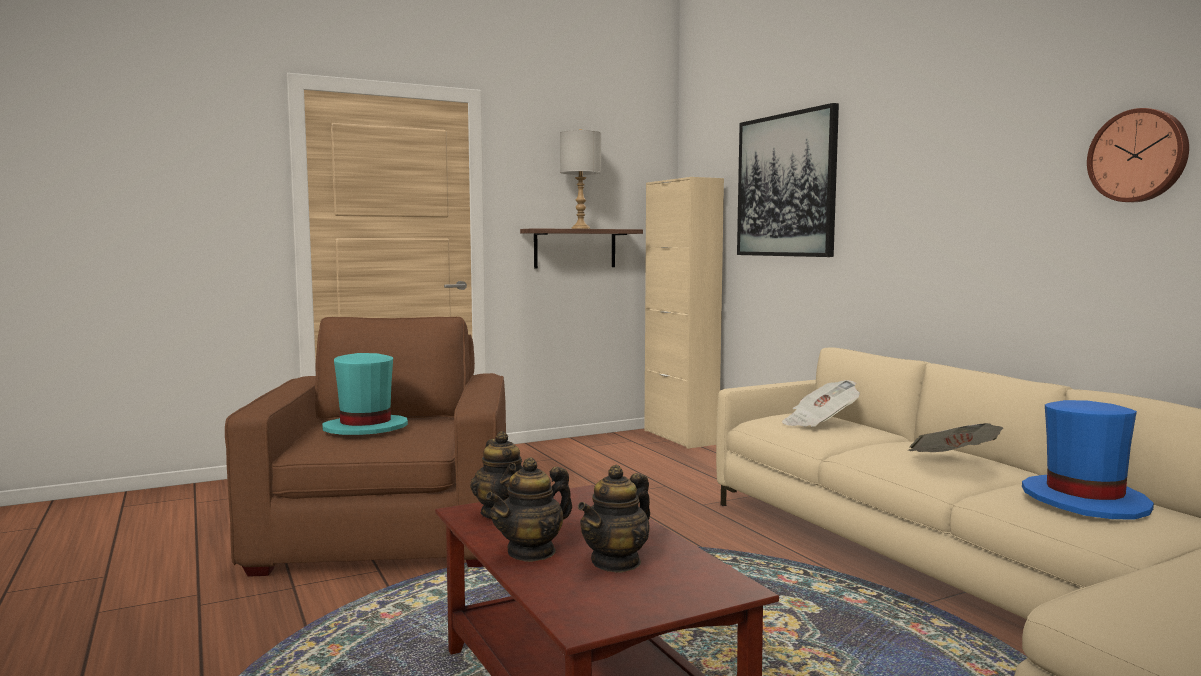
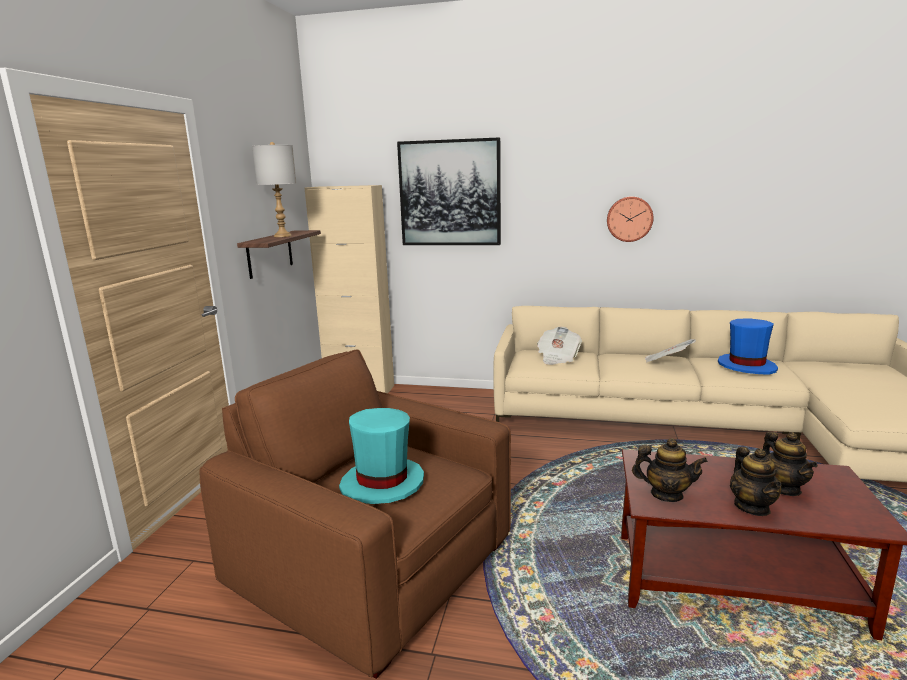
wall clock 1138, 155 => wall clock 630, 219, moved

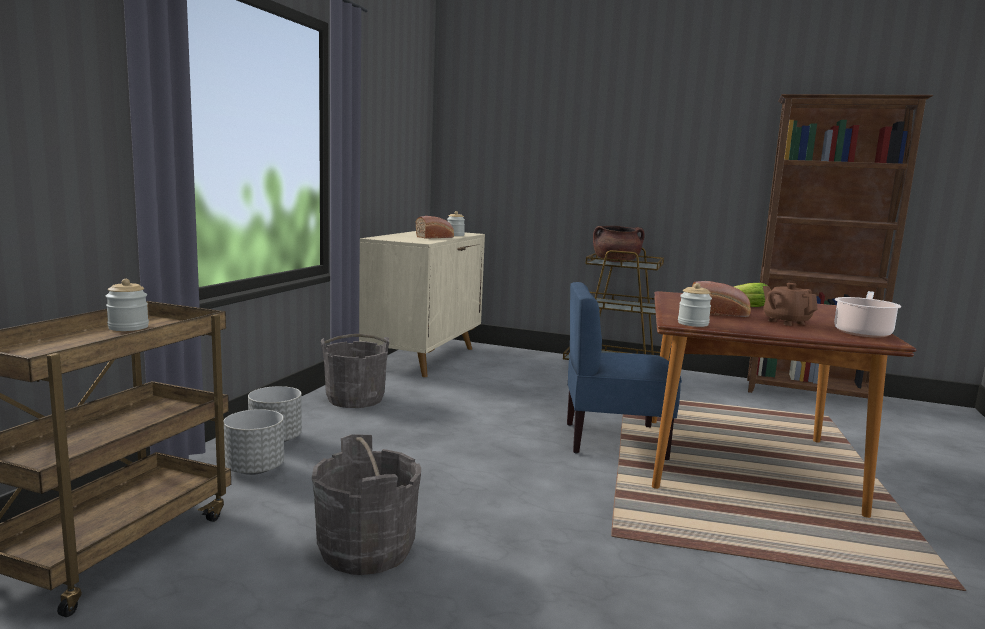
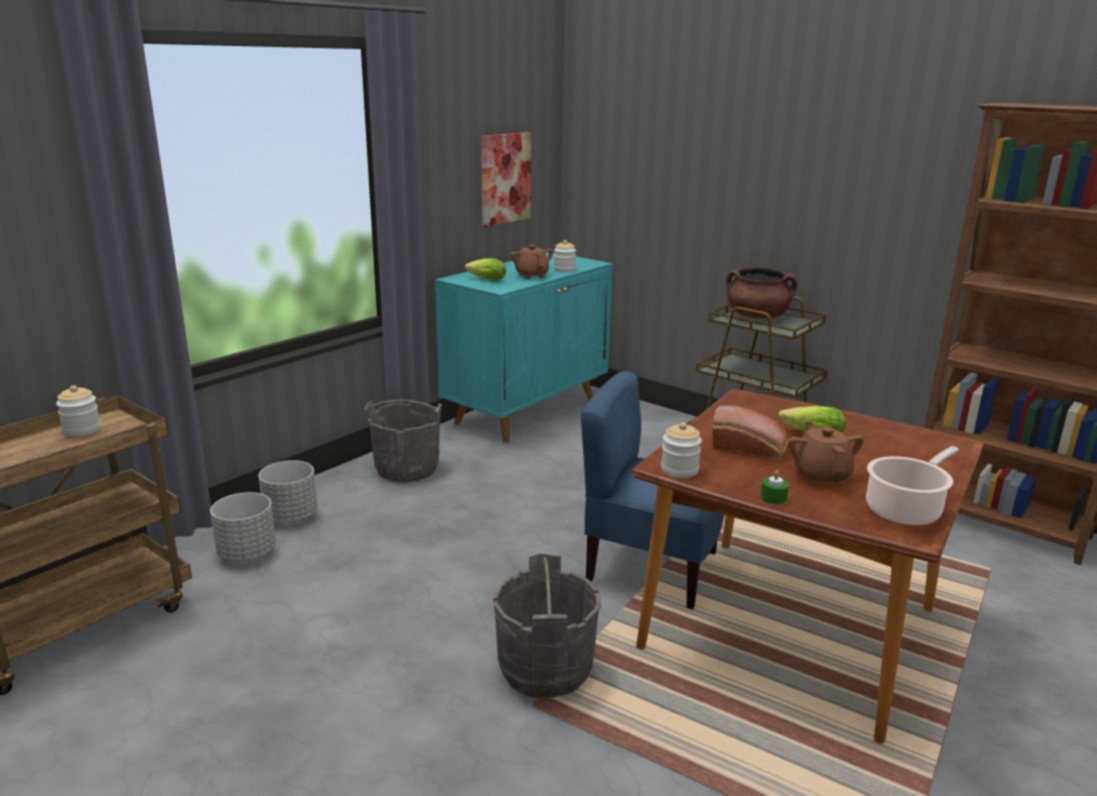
beige cabinet 422, 304 => turquoise cabinet 524, 347
nothing => lettuce 485, 269
nothing => picture 506, 179
grey bucket 366, 504 => grey bucket 547, 625, moved
bread 435, 227 => brown teapot 531, 262
nothing => green candle 774, 487

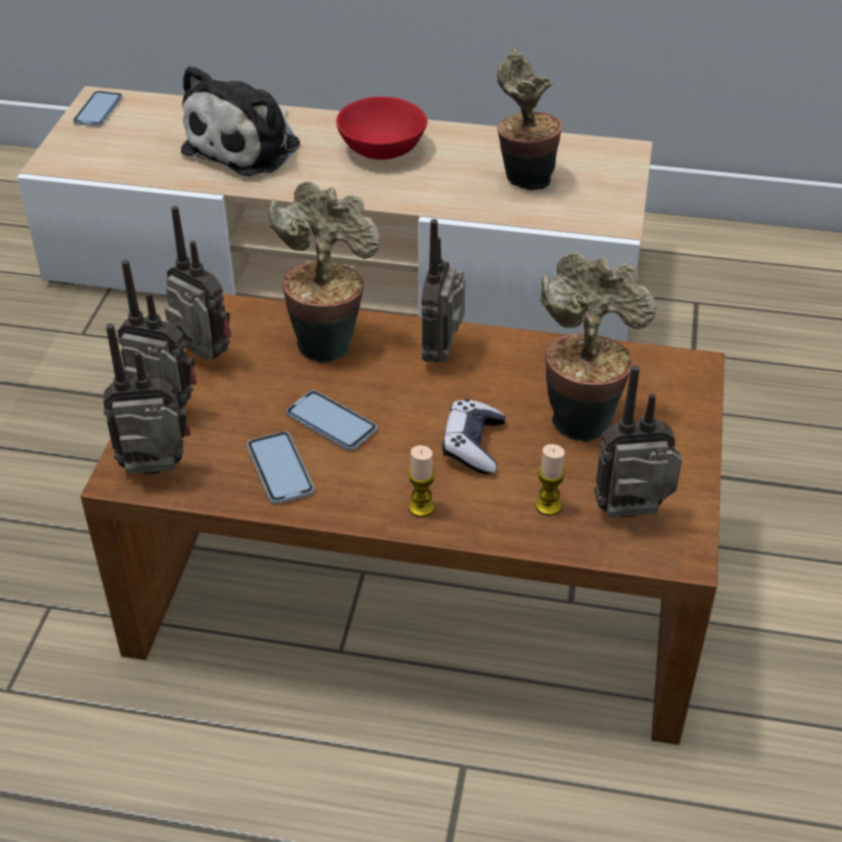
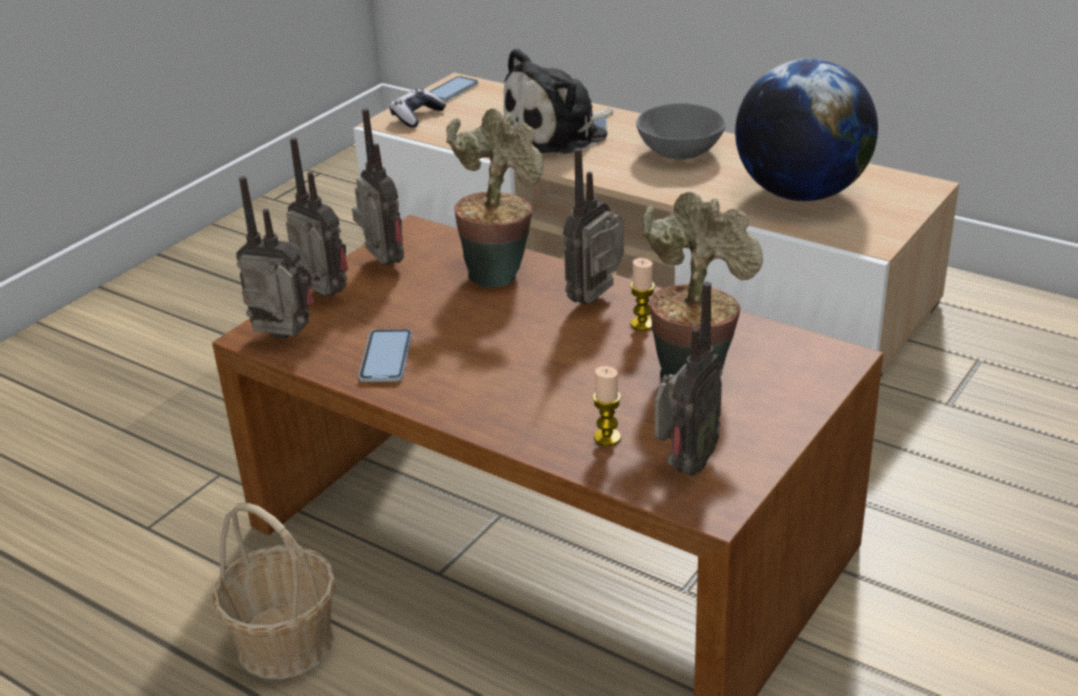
nothing => basket 274, 591
game controller 473, 436 => game controller 418, 108, moved
candle 421, 481 => candle 642, 294, moved
red bowl 382, 128 => grey bowl 681, 131
radio 638, 441 => radio 688, 379, 105 degrees clockwise
potted plant 529, 120 => globe 806, 130
phone 331, 420 => nothing

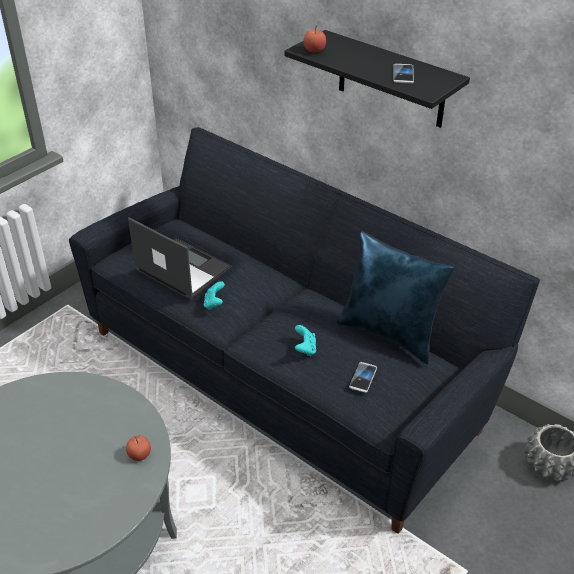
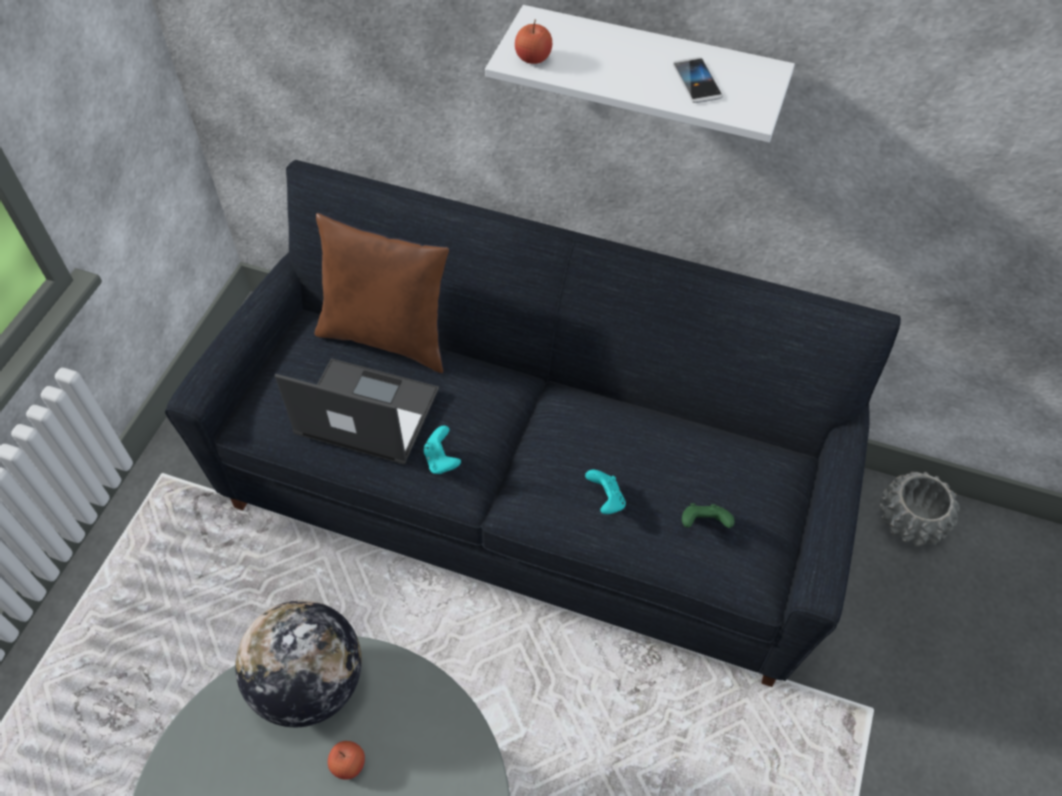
nothing => globe 298, 663
nothing => brown pillow 382, 293
apple 138, 448 => apple 346, 760, moved
black shelf 377, 79 => white shelf 640, 73
phone 363, 377 => green game controller 708, 515
blue pillow 395, 297 => nothing

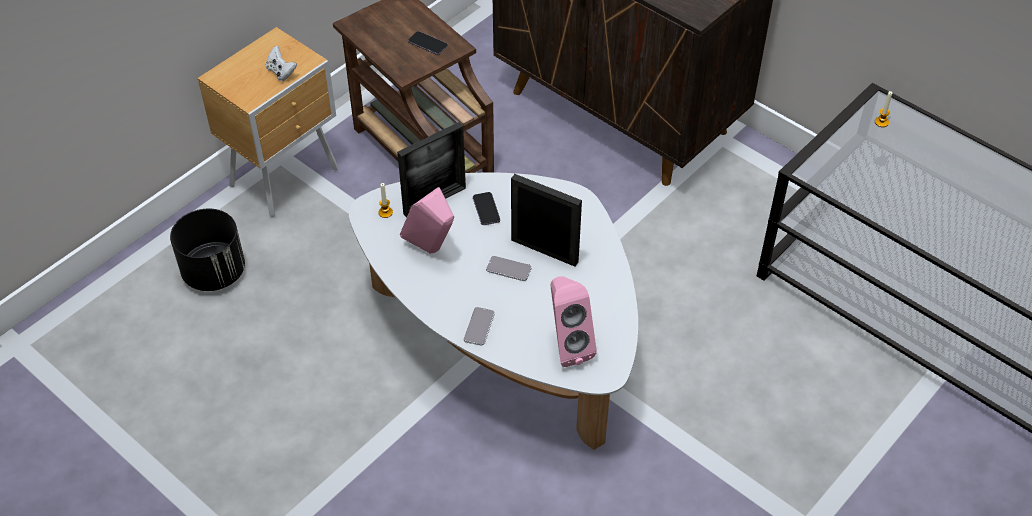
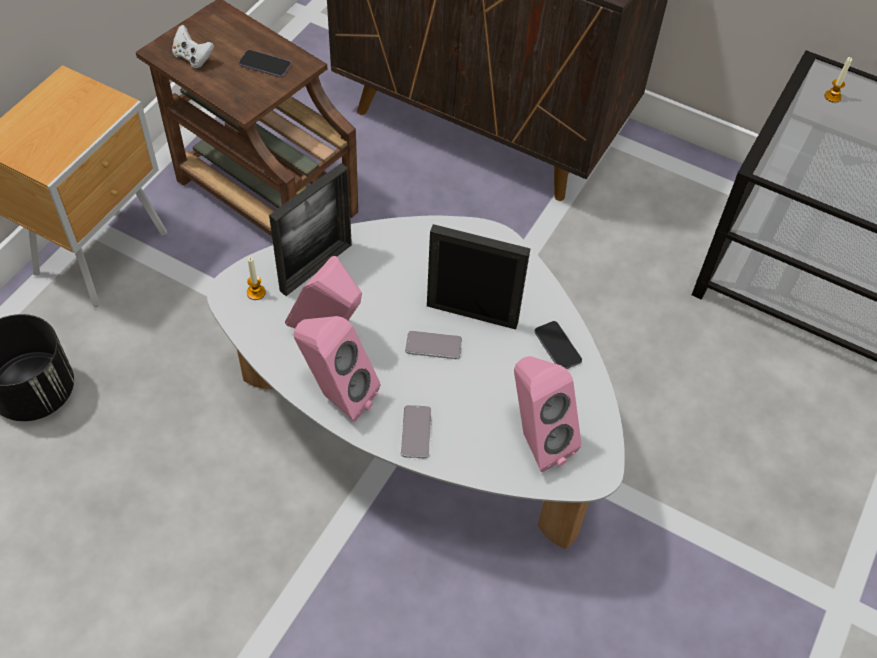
white game controller 281, 63 => white game controller 193, 46, moved
nothing => pink speaker 337, 369
phone 486, 208 => phone 558, 345, moved

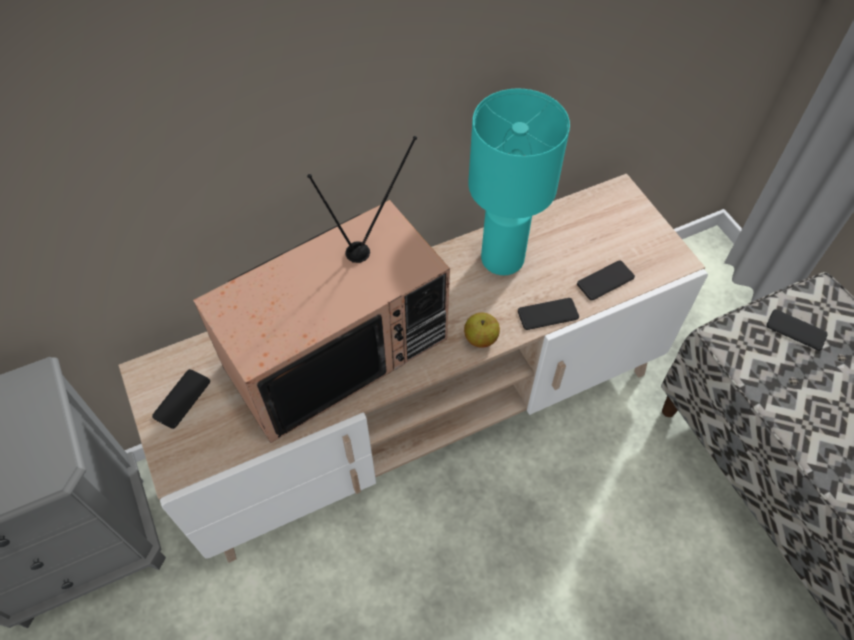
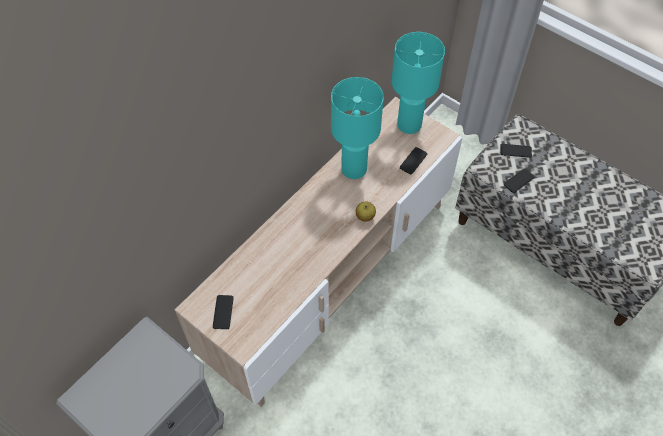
nothing => turquoise table lamp 418, 83
phone 548, 314 => phone 519, 180, moved
television 321, 289 => nothing

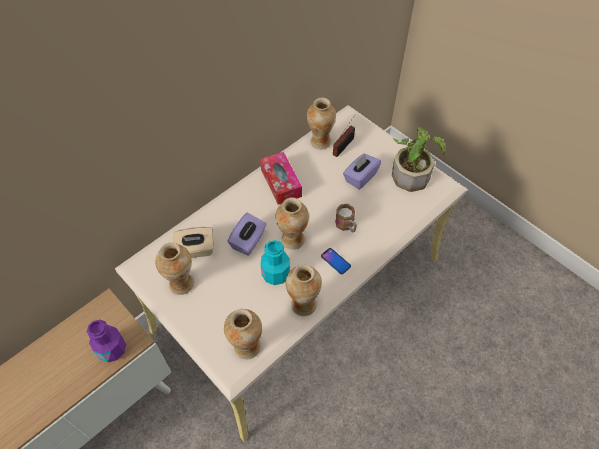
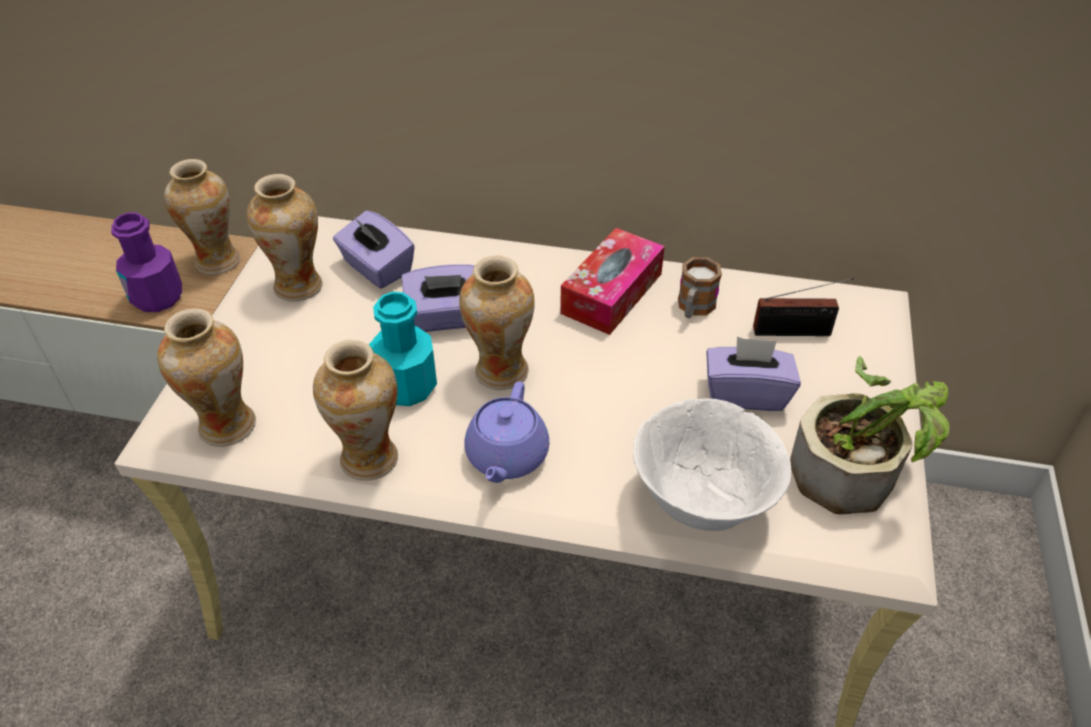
vase 321, 124 => vase 202, 217, moved
beige tissue box 193, 242 => purple tissue box 374, 249
phone 336, 261 => purple teapot 506, 432
nothing => white bowl 712, 464
mug 346, 218 => mug 700, 287, moved

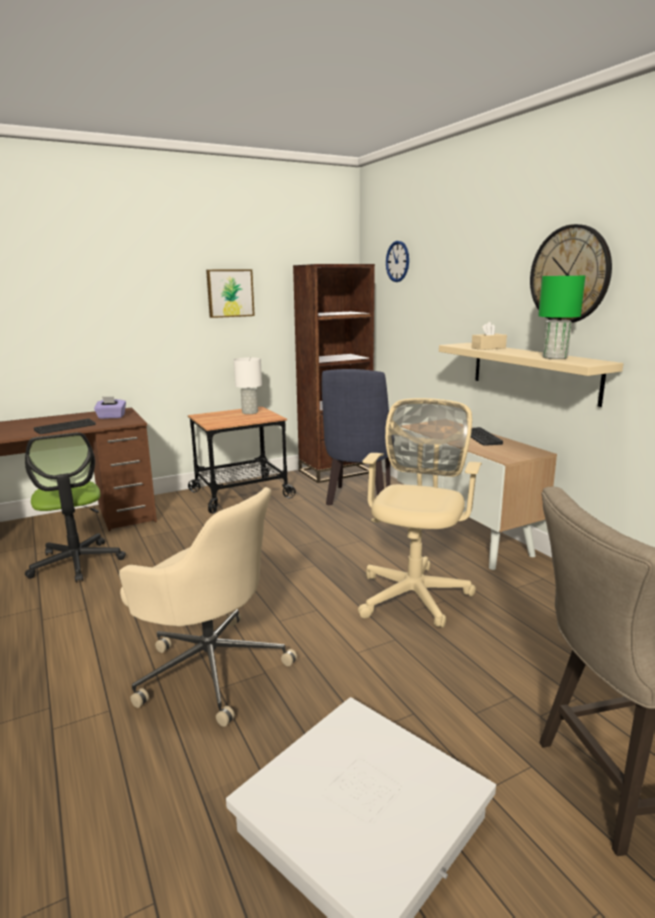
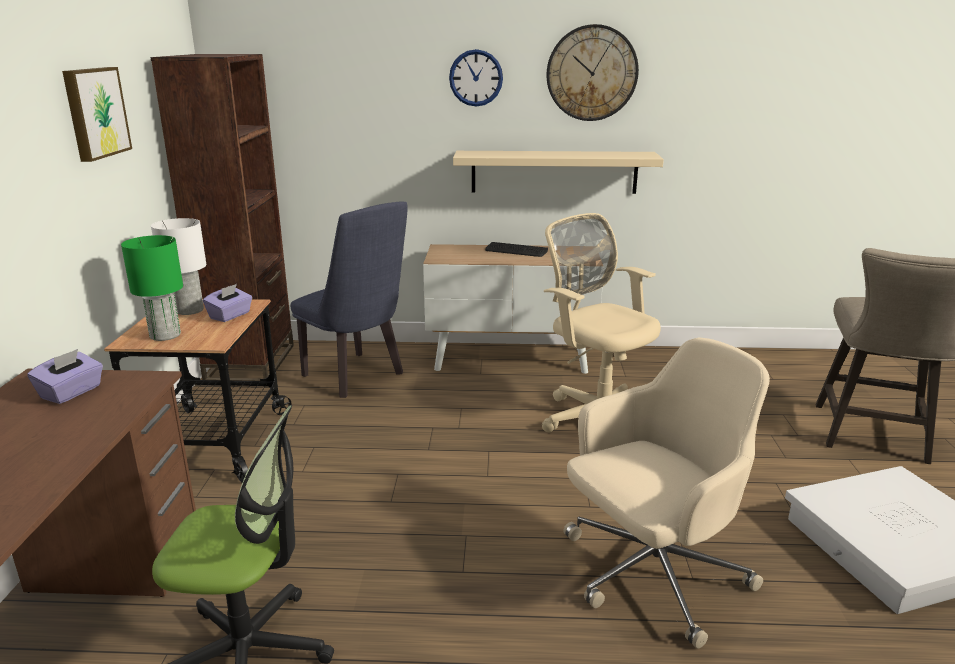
green table lamp 561, 317 => green table lamp 152, 288, moved
nothing => purple tissue box 227, 303
wall clock 397, 261 => wall clock 476, 78, moved
keyboard 65, 426 => nothing
beige tissue box 489, 336 => nothing

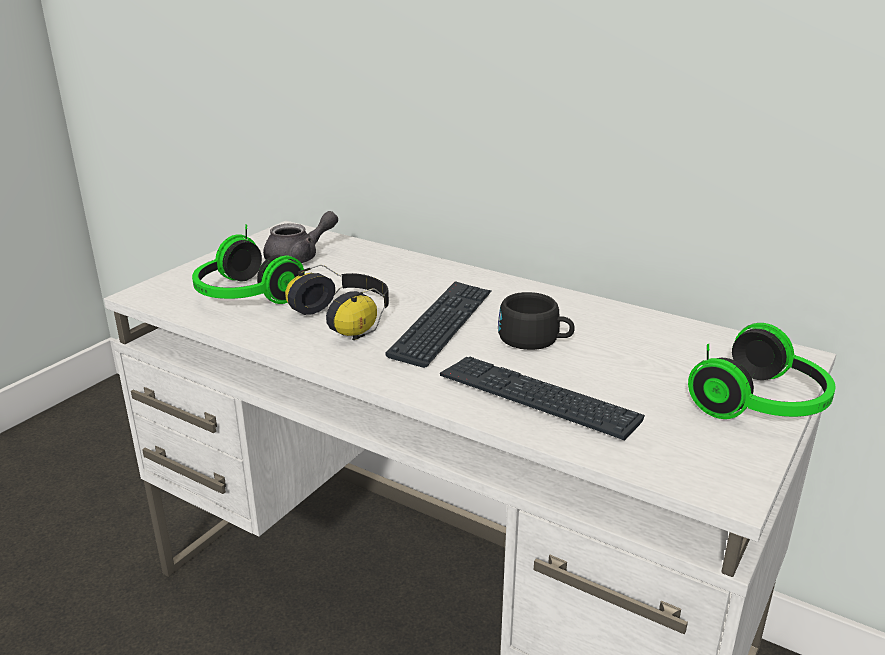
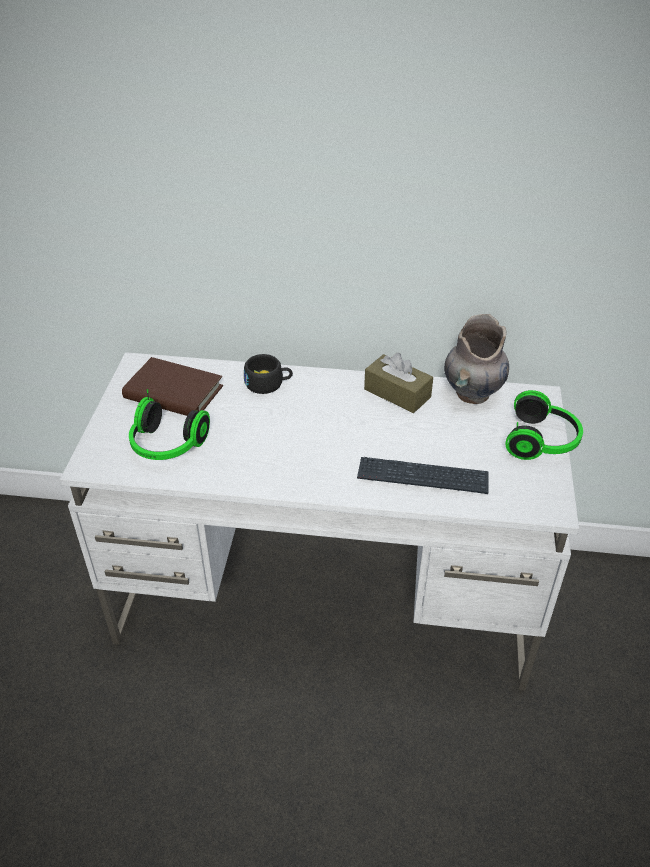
grey teapot 300, 237 => brown book 172, 386
black cup 536, 321 => black cup 268, 374, moved
nothing => brown tissue box 398, 383
nothing => grey vase 476, 359
headphones 337, 302 => nothing
keyboard 438, 324 => nothing

